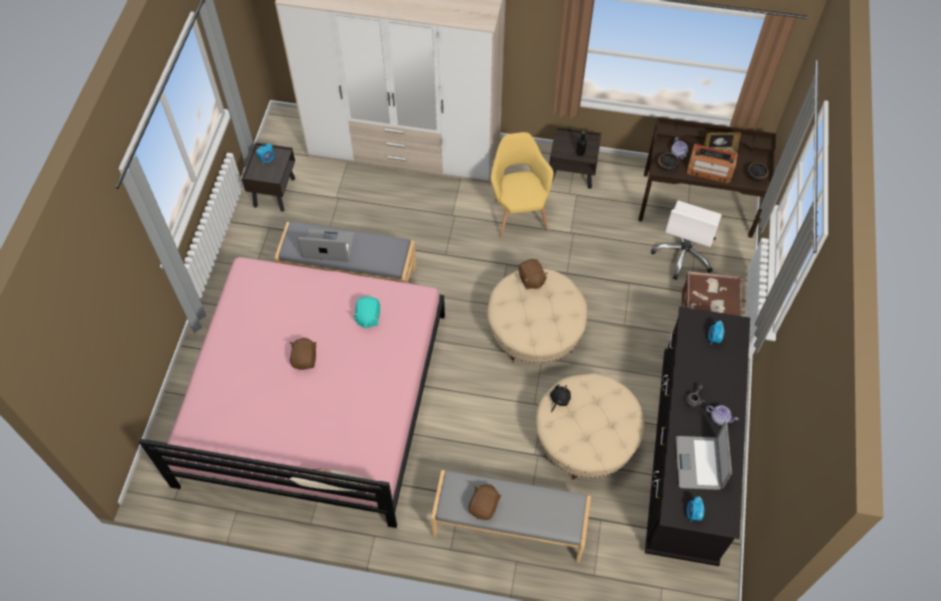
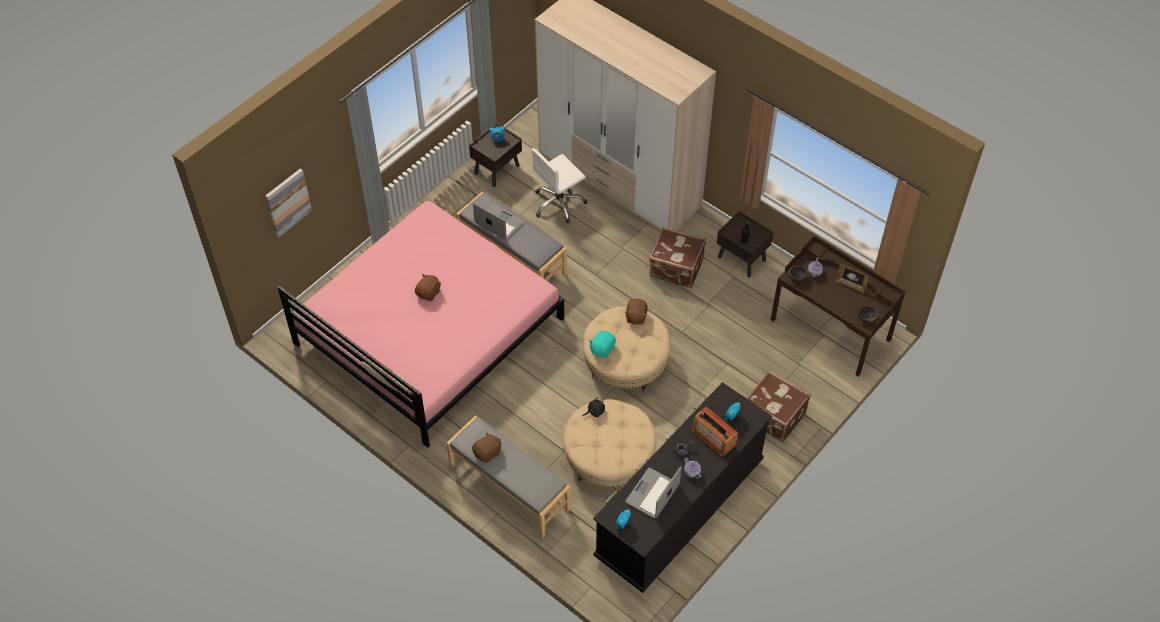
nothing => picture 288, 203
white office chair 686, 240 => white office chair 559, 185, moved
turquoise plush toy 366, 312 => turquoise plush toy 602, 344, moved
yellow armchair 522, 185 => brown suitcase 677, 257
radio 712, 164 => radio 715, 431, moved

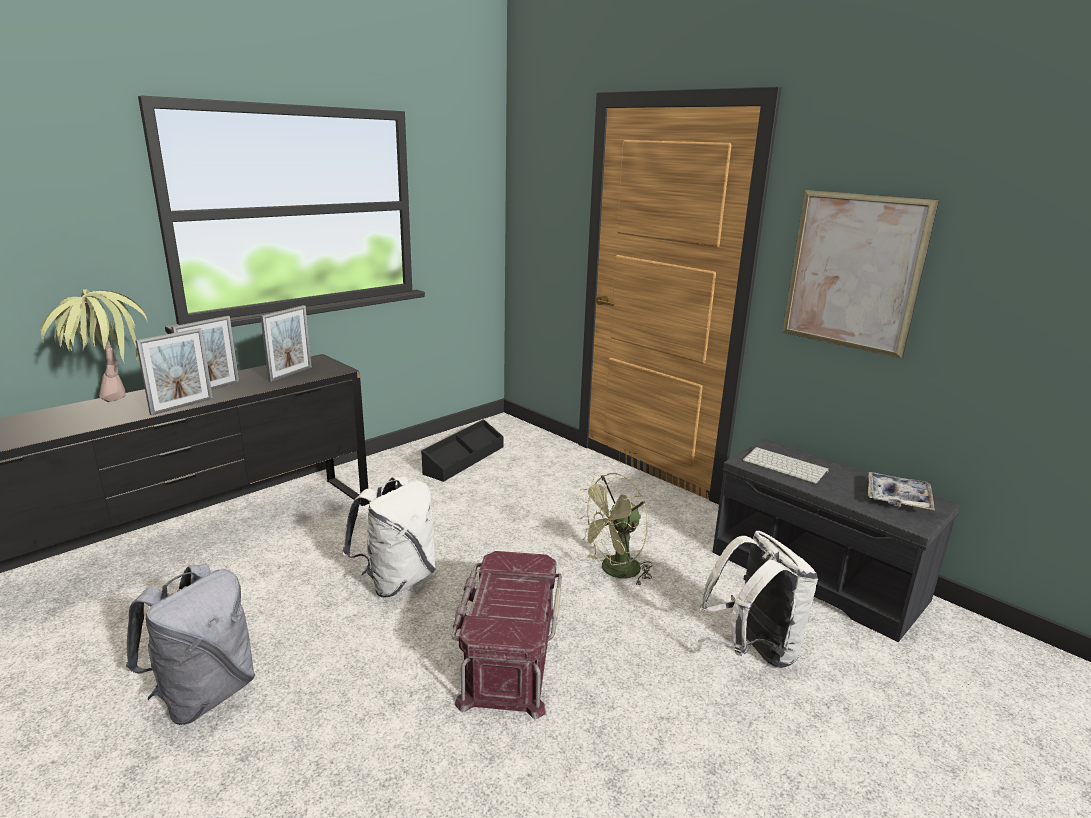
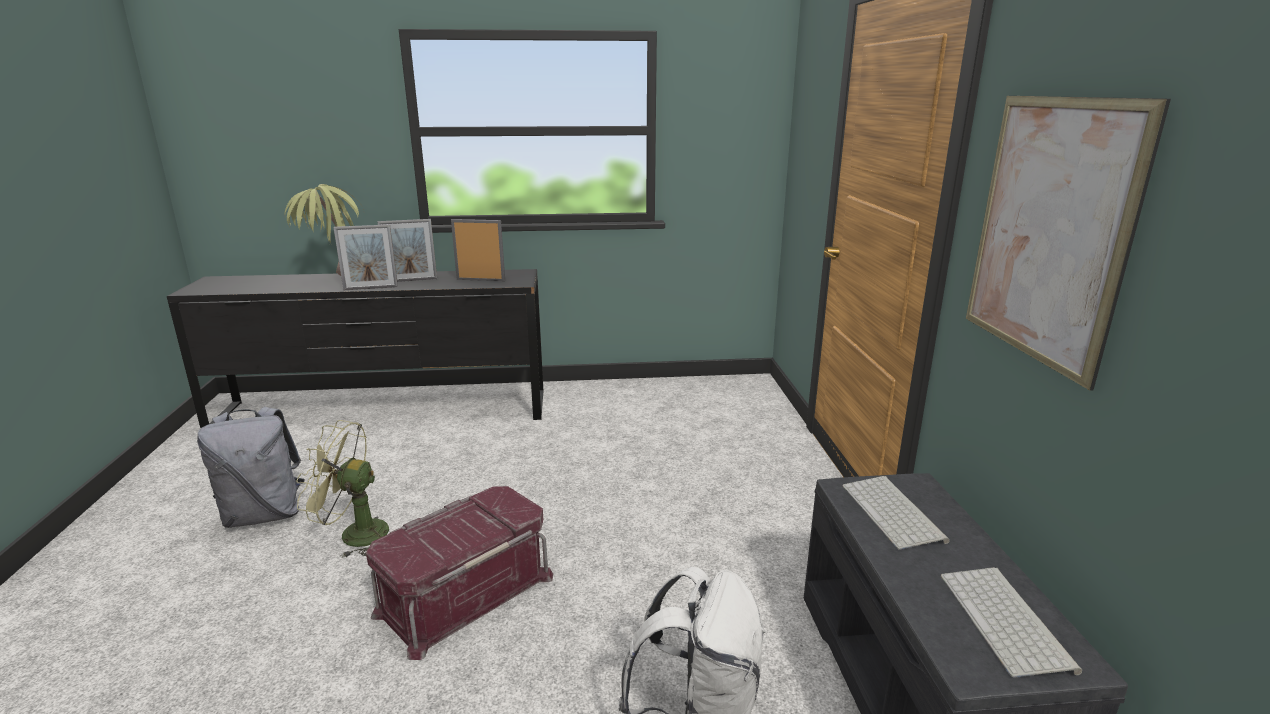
green fan 613, 529 => green fan 343, 489, moved
picture frame 286, 343 => picture frame 478, 250, 150 degrees counterclockwise
tray 901, 491 => keyboard 1011, 622
white backpack 389, 537 => nothing
black storage box 462, 450 => nothing

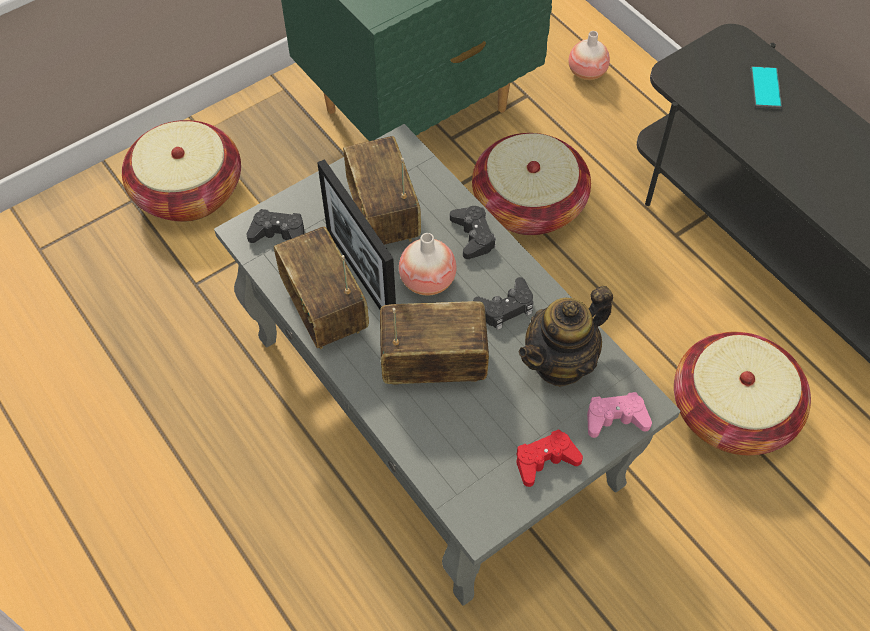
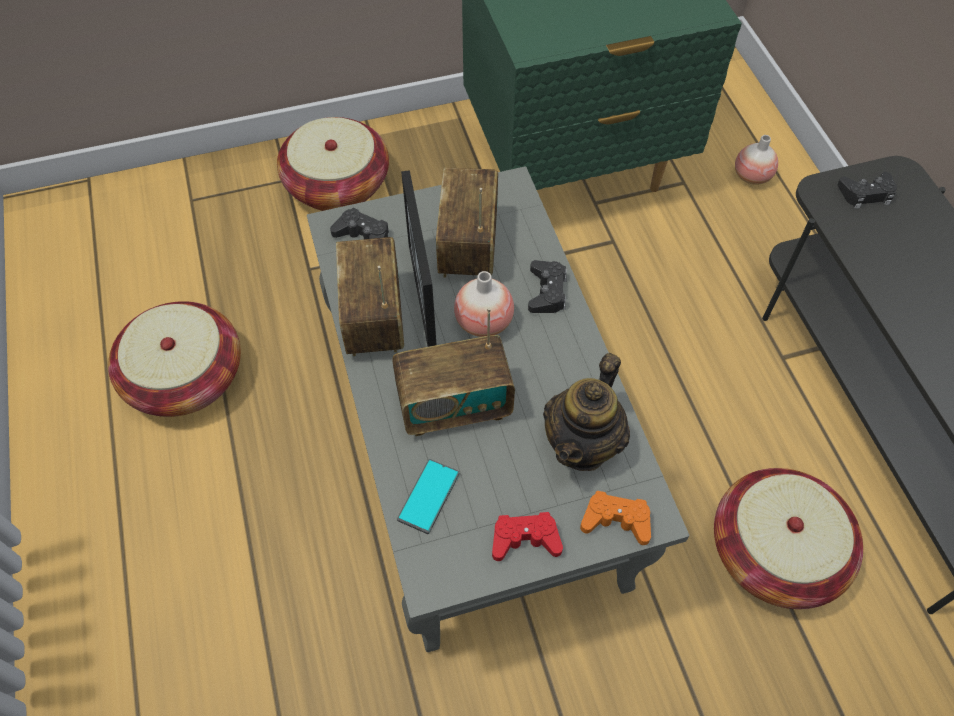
basket 531, 184 => basket 174, 359, moved
radio 434, 343 => radio 453, 372, 150 degrees clockwise
phone 766, 87 => phone 428, 496, moved
teapot 566, 336 => teapot 586, 412, 45 degrees counterclockwise
pink game controller 619, 415 => orange game controller 615, 518
black game controller 503, 303 => black game controller 867, 190, moved

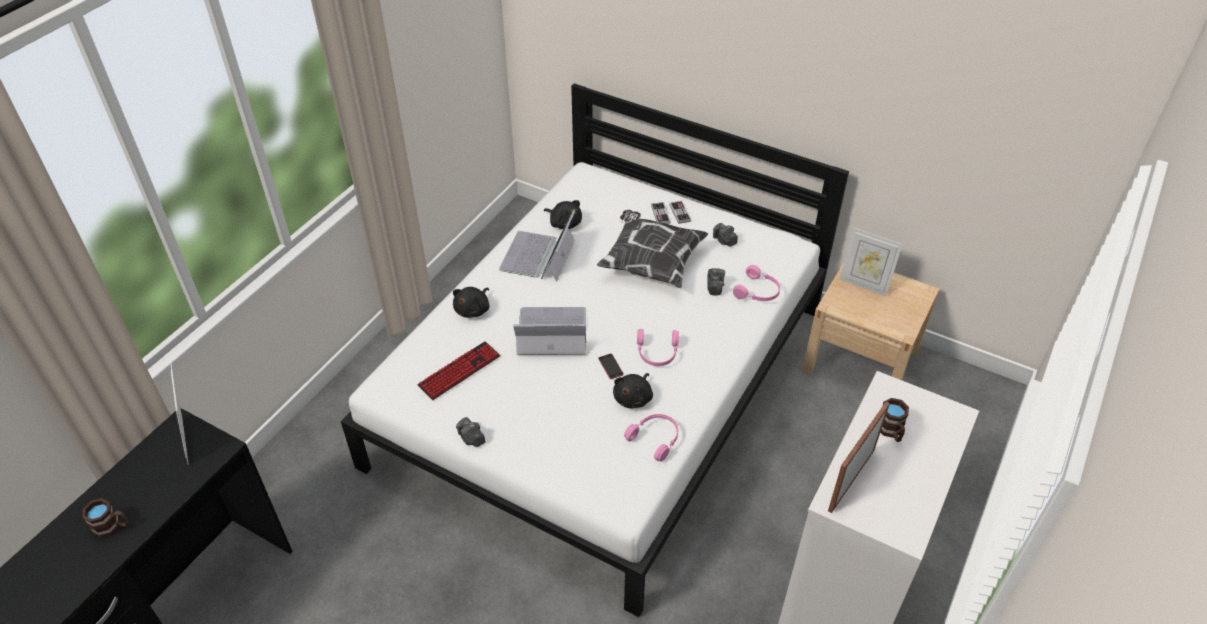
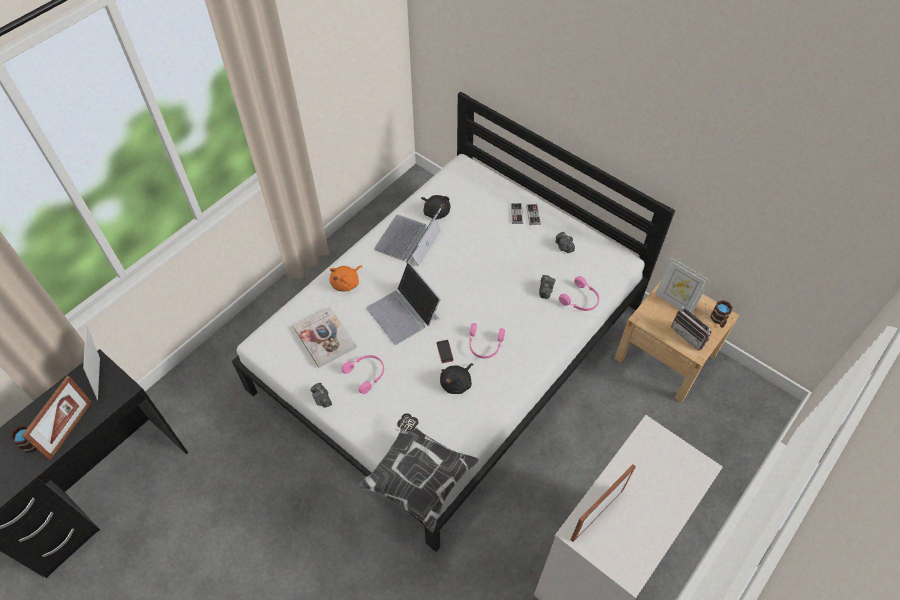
nothing => picture frame 57, 418
keyboard 459, 370 => book 325, 337
black plush toy 471, 302 => orange plush toy 346, 278
pink headphones 651, 438 => pink headphones 362, 374, moved
pillow 652, 249 => pillow 418, 473, moved
laptop 549, 331 => laptop 403, 303, 135 degrees counterclockwise
nothing => radio 691, 326
brown mug 894, 420 => brown mug 721, 314, moved

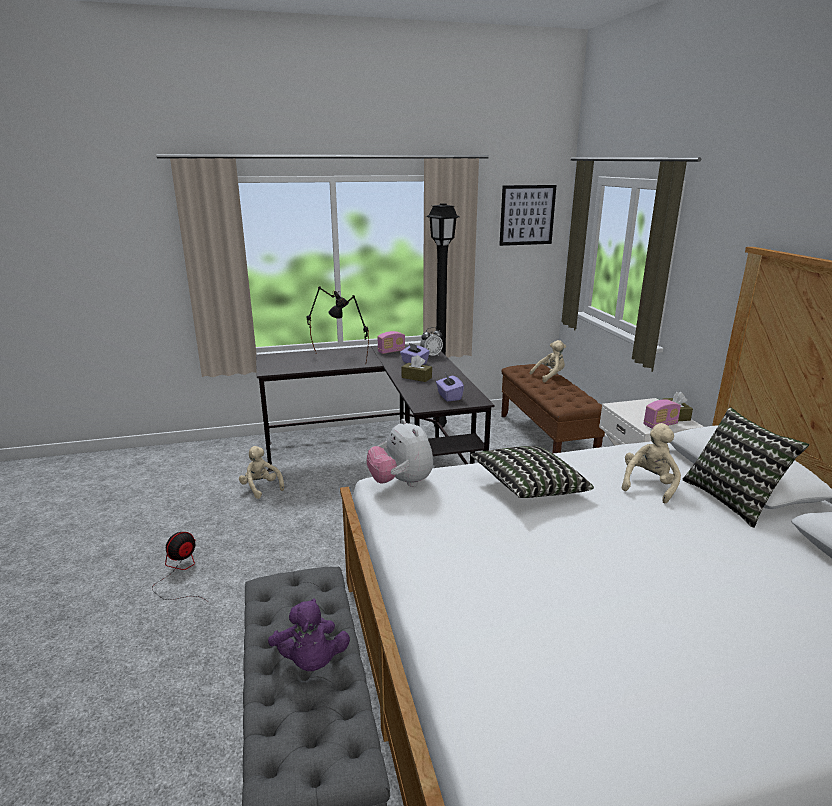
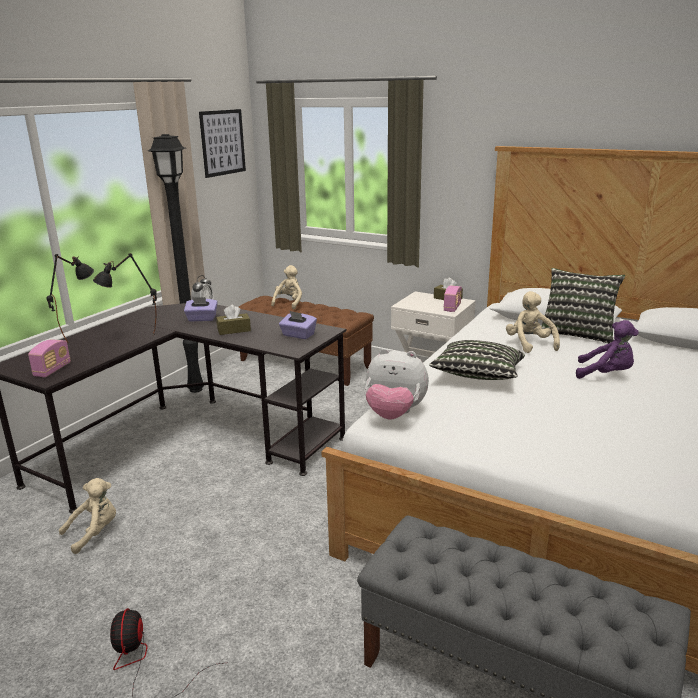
radio 391, 342 => radio 49, 358, moved
beige plush toy 261, 472 => beige plush toy 87, 516, 135 degrees clockwise
purple plush toy 309, 635 => purple plush toy 607, 349, moved

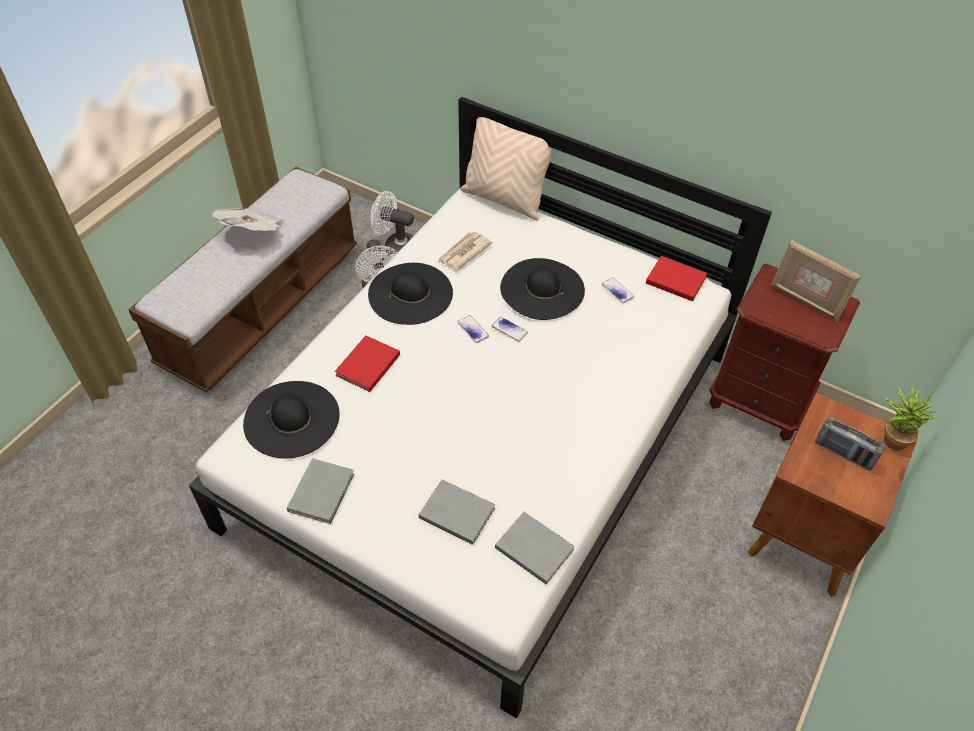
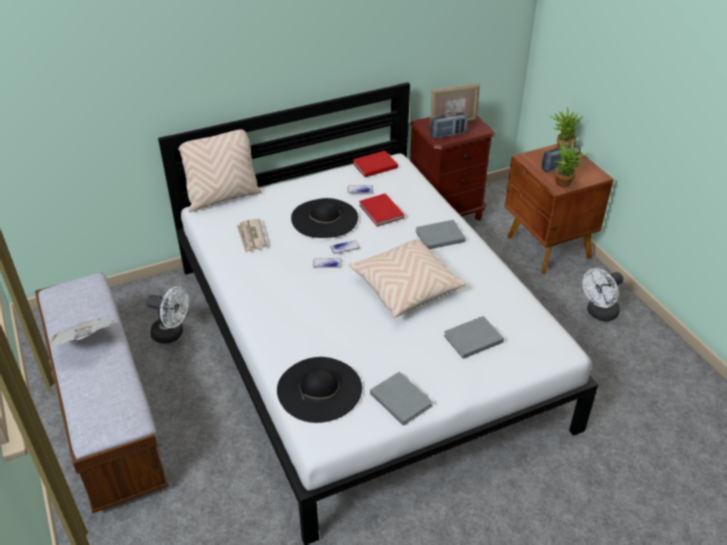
nothing => beige pillow 407, 278
red book 367, 363 => red book 381, 210, moved
grey book 535, 548 => grey book 441, 234, moved
nothing => radio 449, 125
nothing => potted plant 571, 164
white fan 392, 223 => white fan 603, 294, moved
black hat 410, 294 => nothing

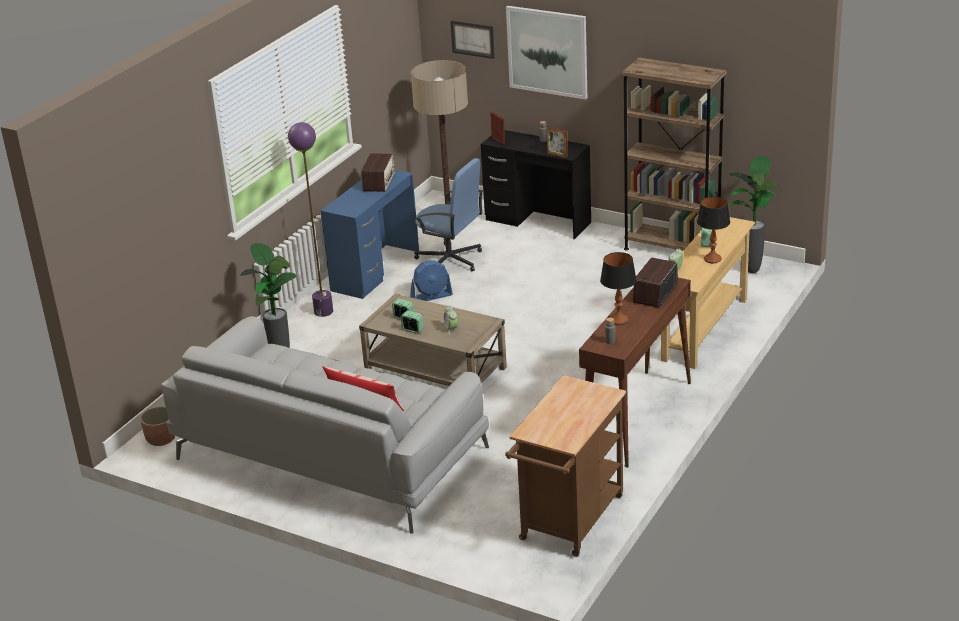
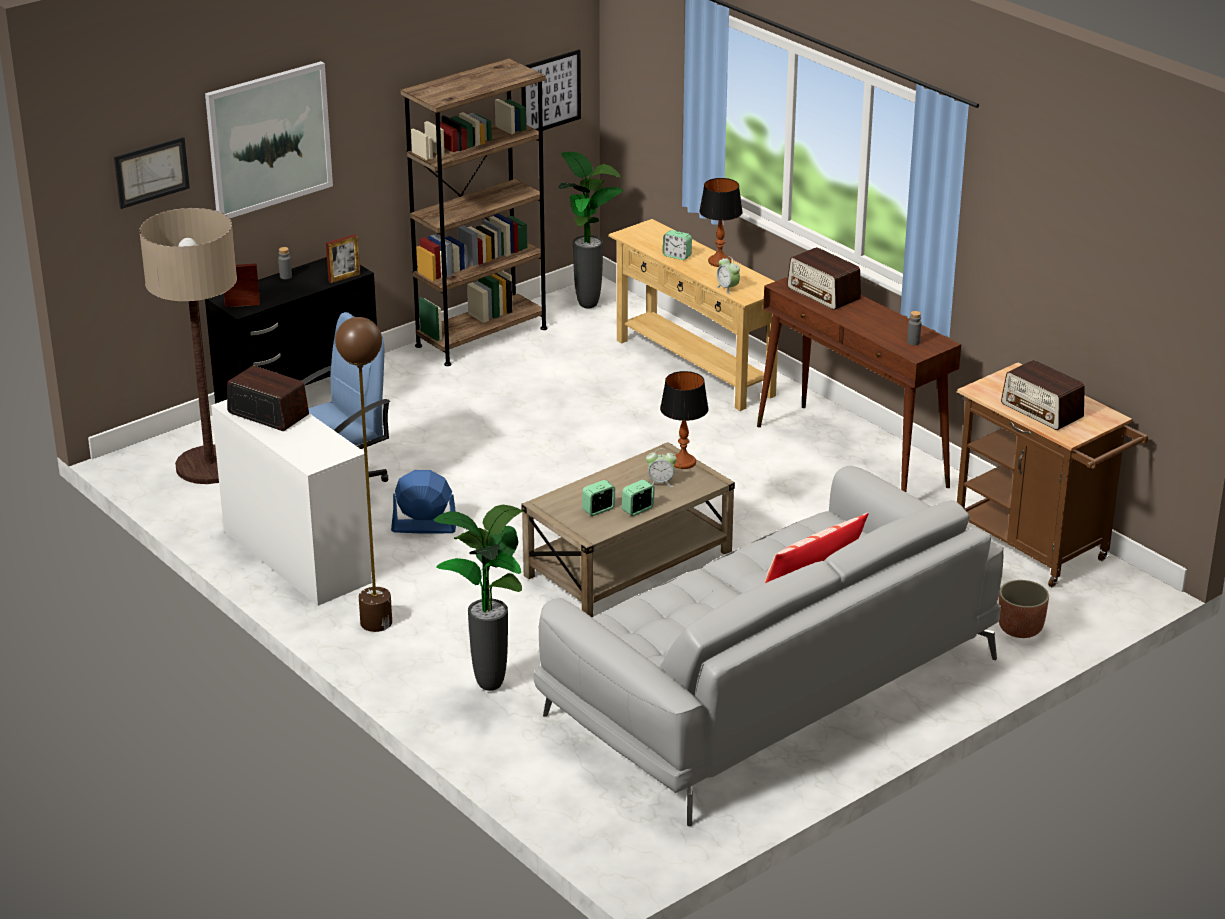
blue desk 370, 234 => white desk 291, 503
purple floor lamp 310, 219 => brown floor lamp 363, 474
blue fan 431, 280 => blue fan 423, 502, 90 degrees counterclockwise
nothing => picture 551, 90
table lamp 618, 288 => table lamp 684, 420, moved
planter 157, 426 => planter 1024, 609, moved
nothing => radio 1043, 395

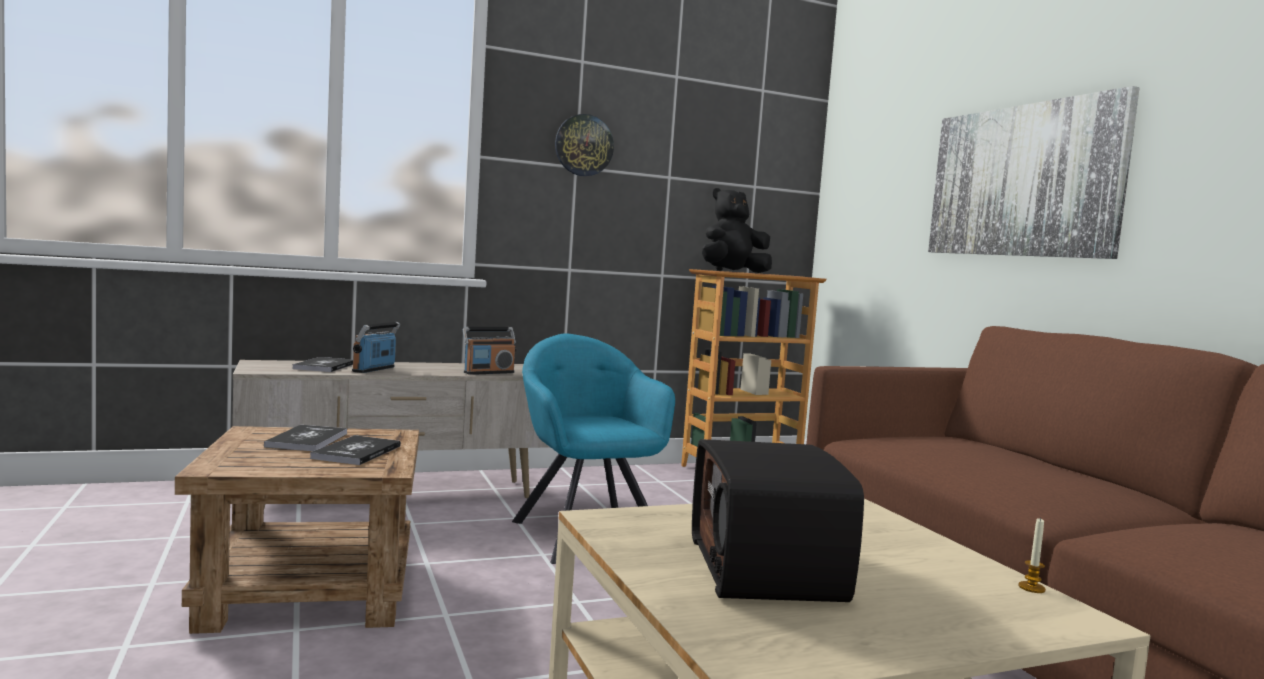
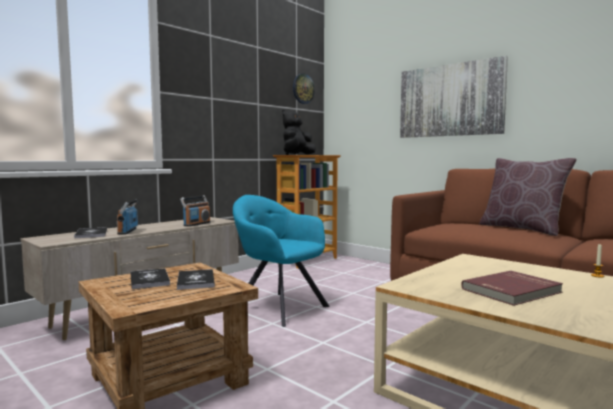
wall clock 584, 145 => wall clock 304, 88, moved
radio 778, 520 => red book 512, 288
nothing => brown pillow 528, 197

